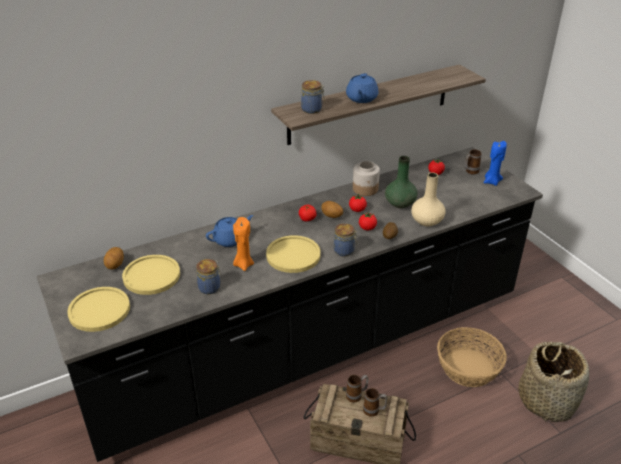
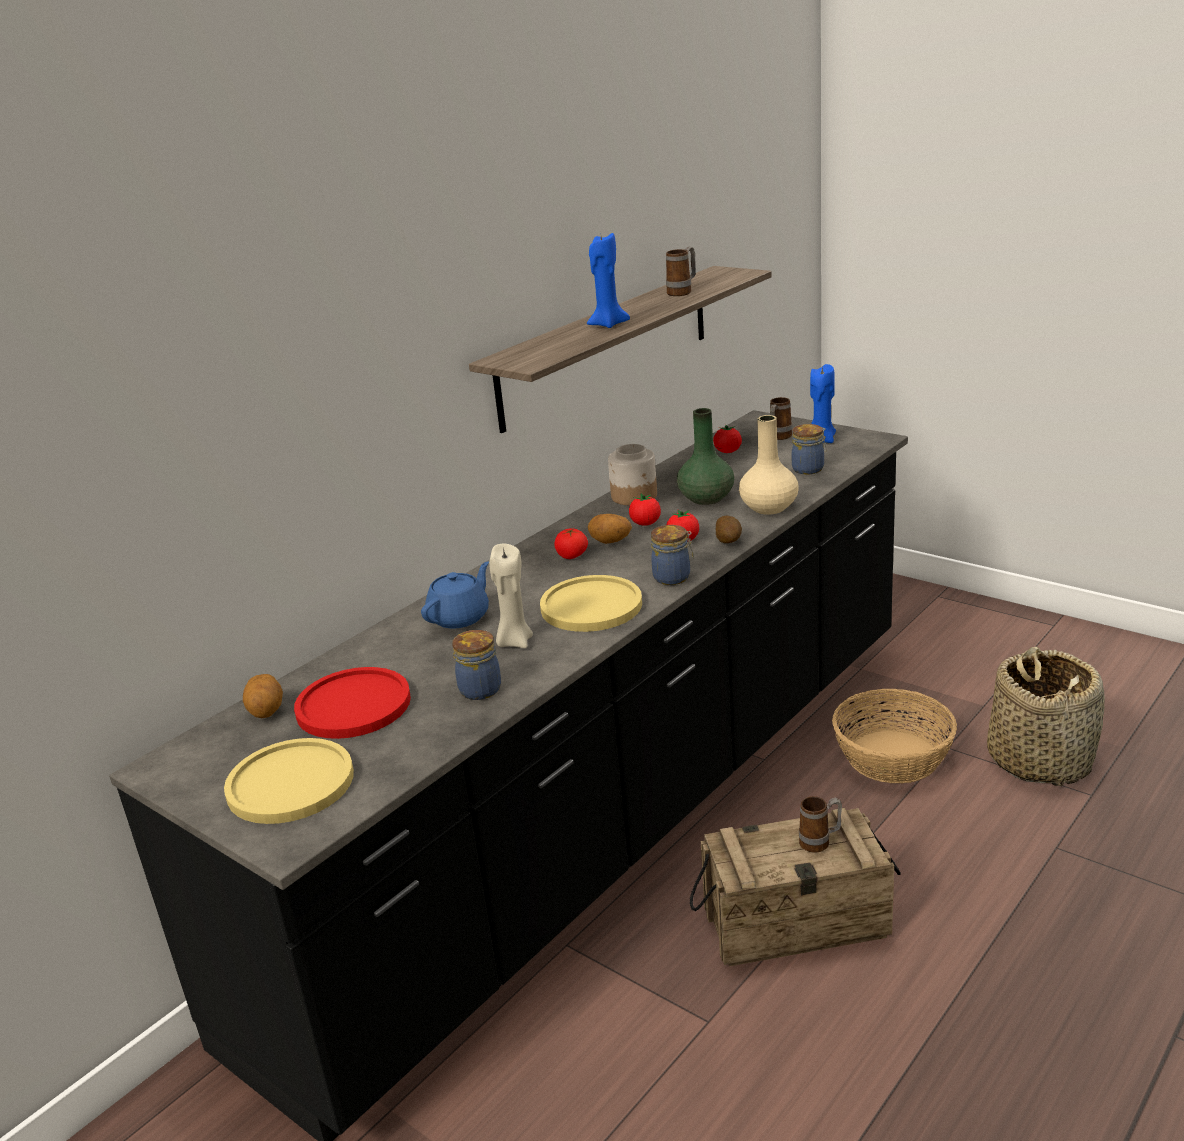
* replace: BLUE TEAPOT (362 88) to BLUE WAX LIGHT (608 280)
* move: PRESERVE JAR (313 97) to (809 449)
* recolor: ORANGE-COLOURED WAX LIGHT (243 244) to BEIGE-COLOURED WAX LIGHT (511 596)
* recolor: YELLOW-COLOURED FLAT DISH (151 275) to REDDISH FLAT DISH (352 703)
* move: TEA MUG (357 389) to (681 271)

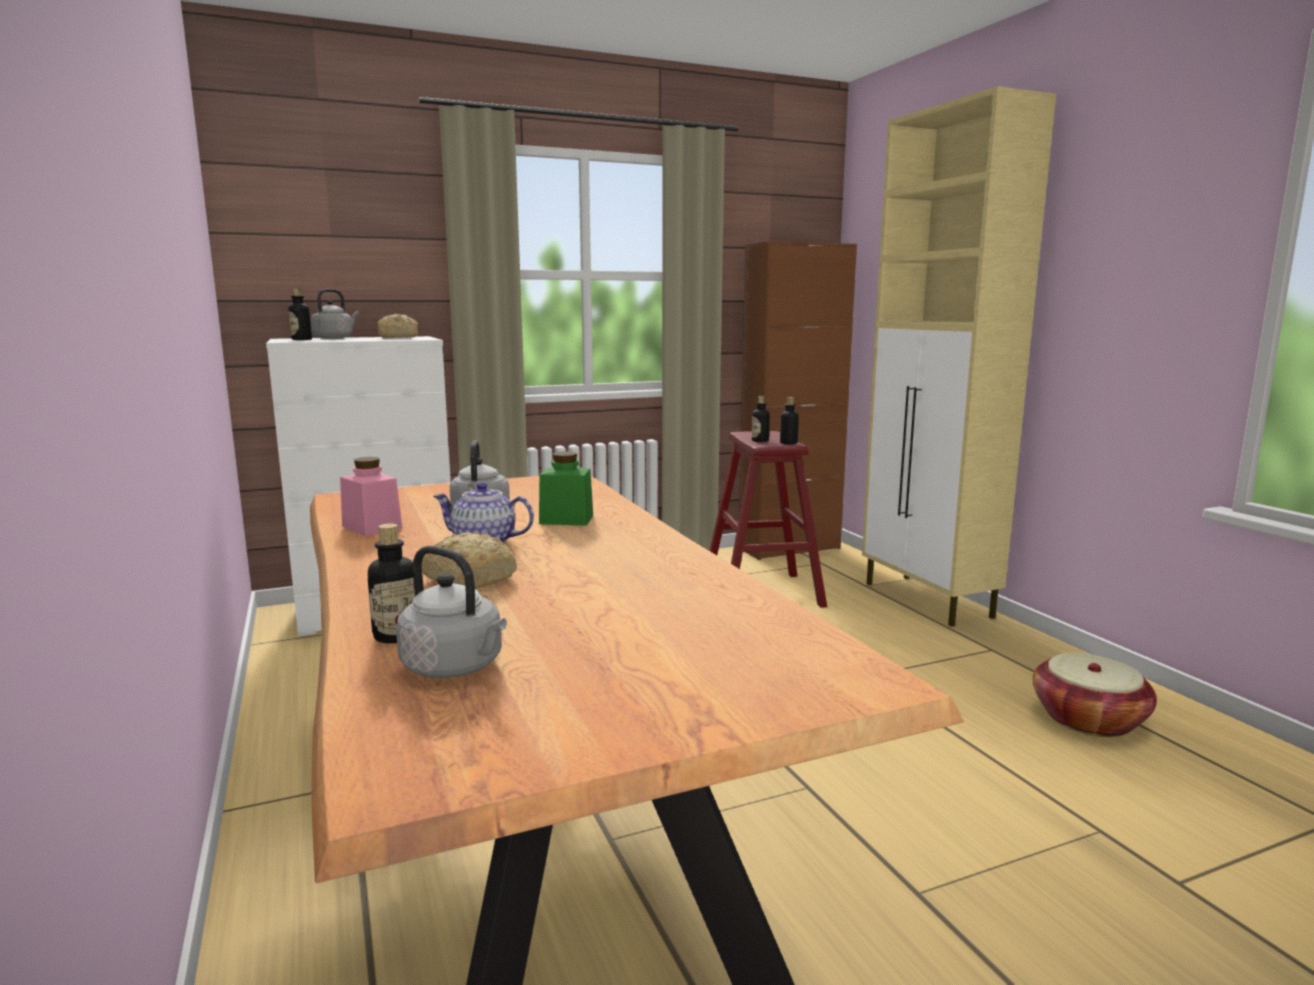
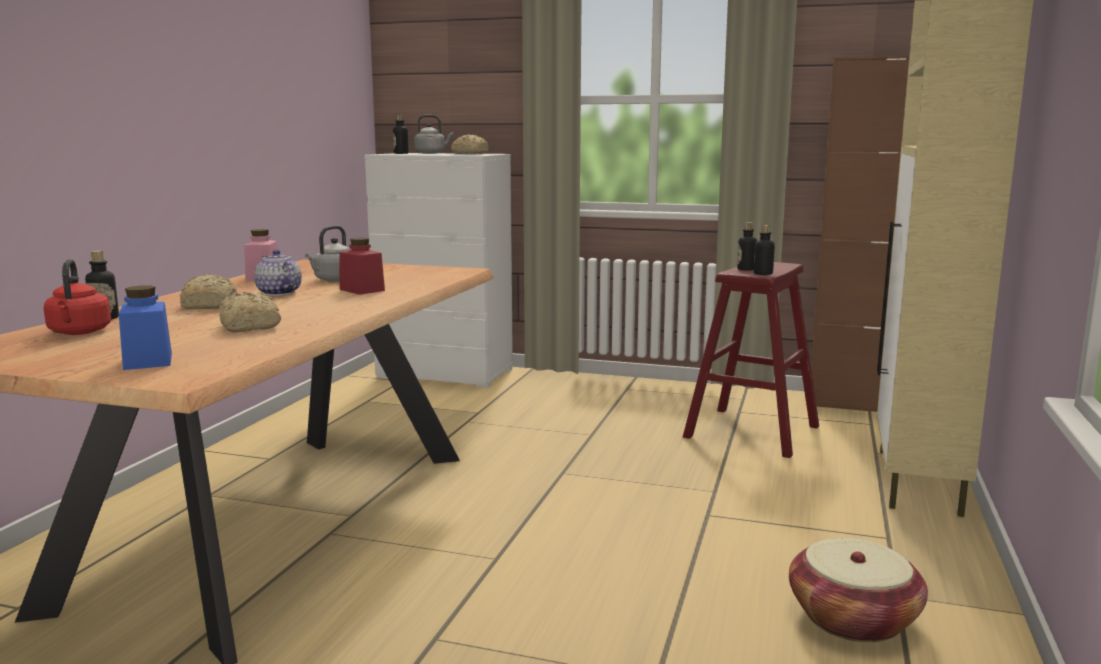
* recolor: GREEN PRESERVE JAR (566 488) to REDDISH PRESERVE JAR (362 266)
* recolor: GRAY WATER KETTLE (451 612) to REDDISH WATER KETTLE (77 297)
* insert: BLUE PRESERVE JAR (145 328)
* insert: BREAD (250 312)

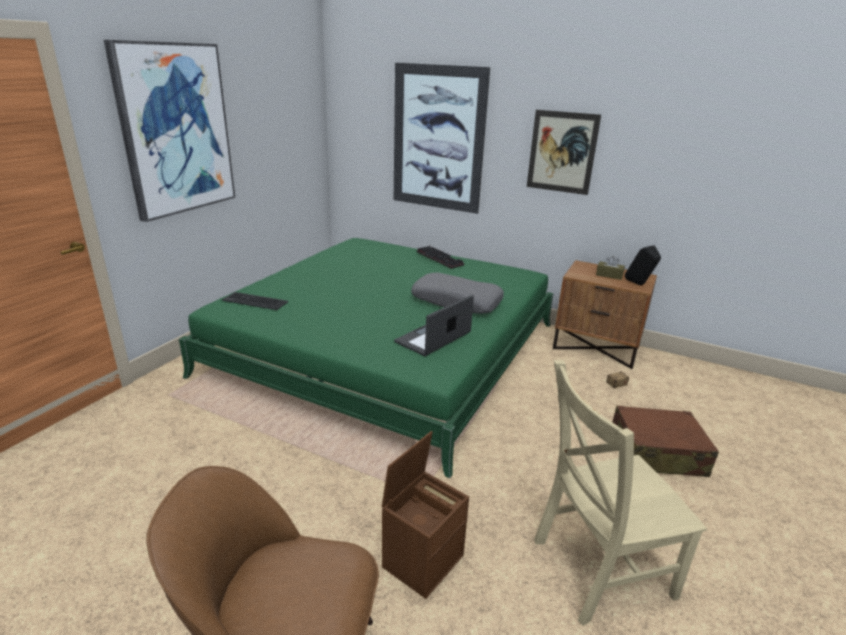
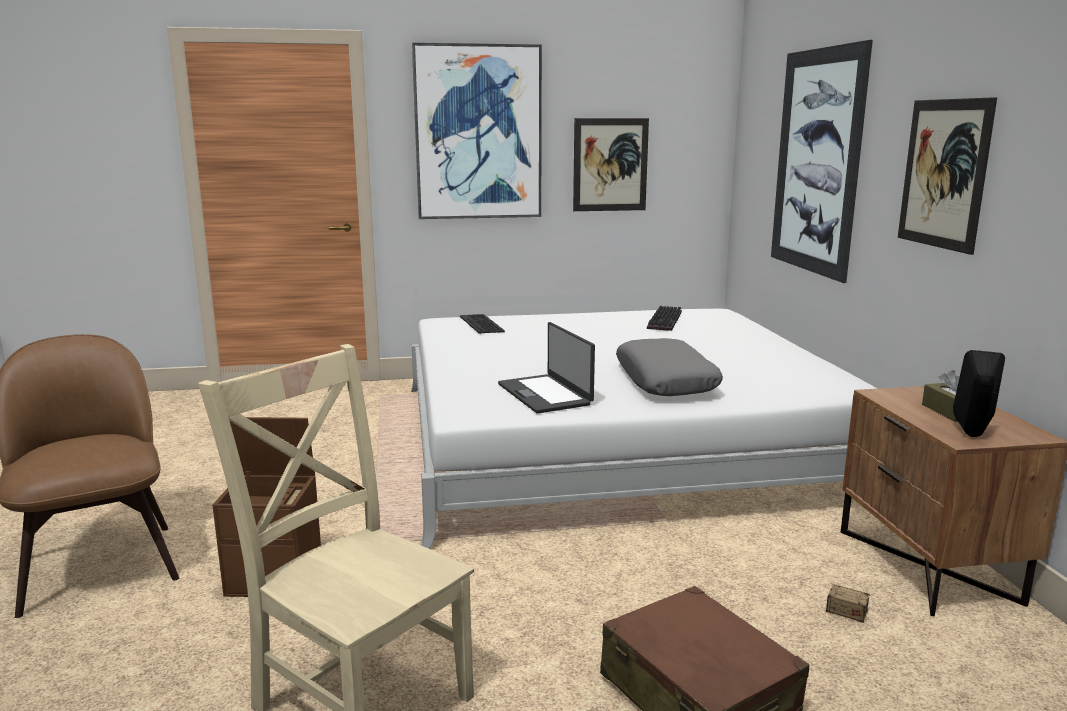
* recolor: GREEN SLEEPING BED (366 358) to WHITE-COLOURED SLEEPING BED (644 429)
* move: COMPUTER KEYBOARD (440 257) to (664 318)
* rotate: PORTABLE COMPUTER (434 325) = (546 368) 120 degrees counterclockwise
* insert: PICTURE (611 164)

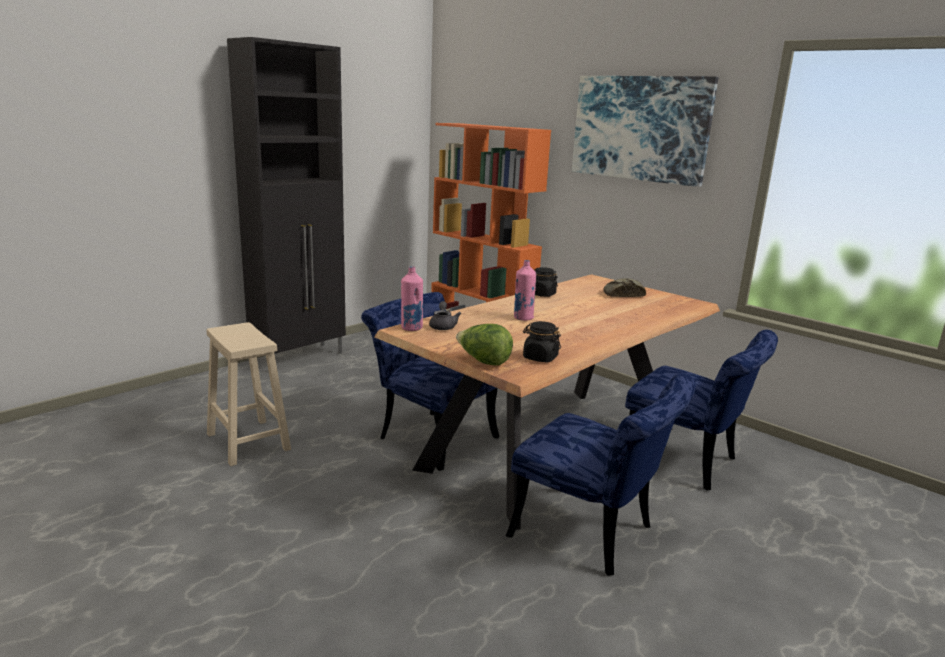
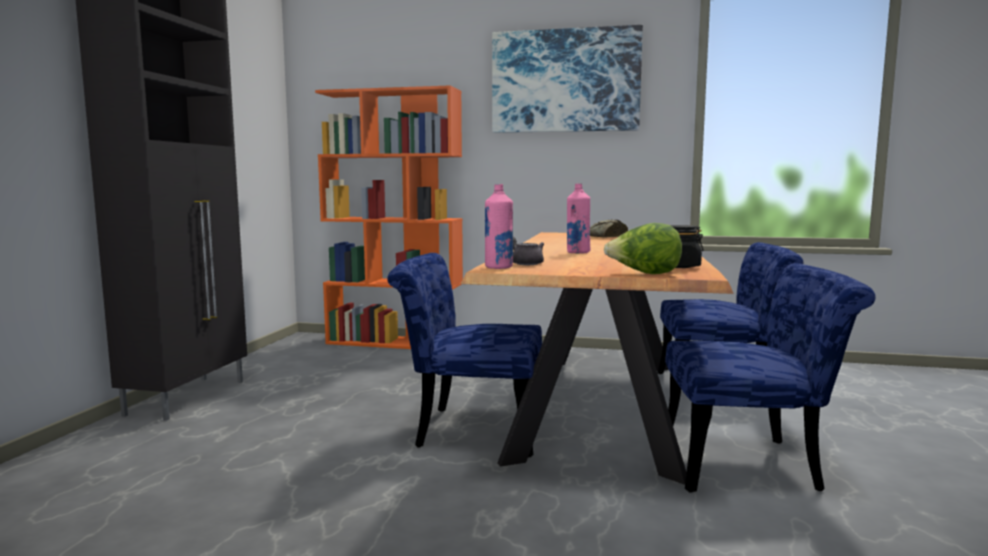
* delete: BLACKISH PRESERVE JAR (546 282)
* delete: BEIGE-COLOURED STOOL SEAT (248 394)

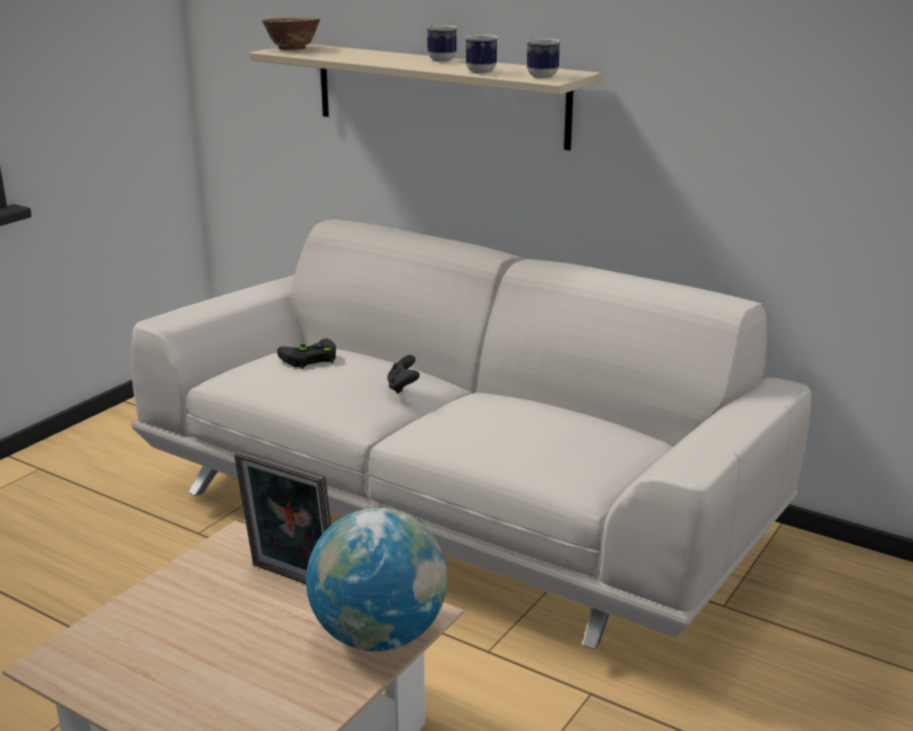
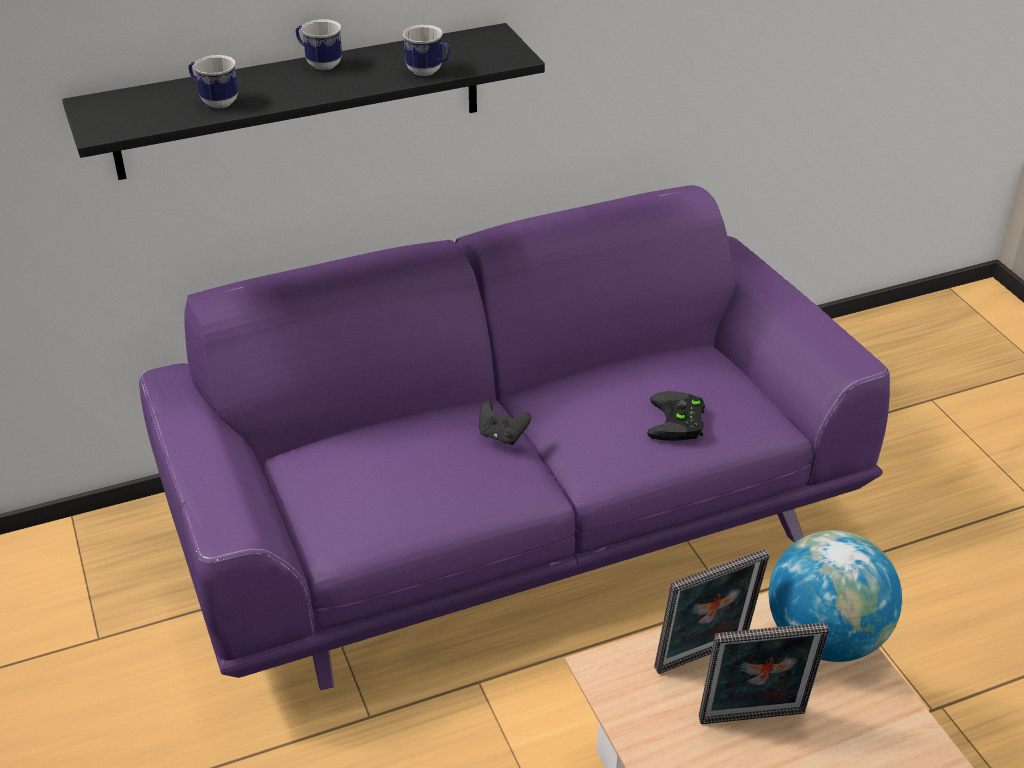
* delete: BOWL (291 34)
* move: TEA MUG (543 58) to (213 81)
* recolor: BEIGE-COLOURED SHELF (425 97) to BLACKISH SHELF (303 101)
* recolor: WHITE-COLOURED SETTEE (471 434) to PURPLE-COLOURED SETTEE (514 437)
* move: BLACKISH GAME CONTROLLER (306 353) to (676 416)
* insert: STANDING FRAME (764 673)

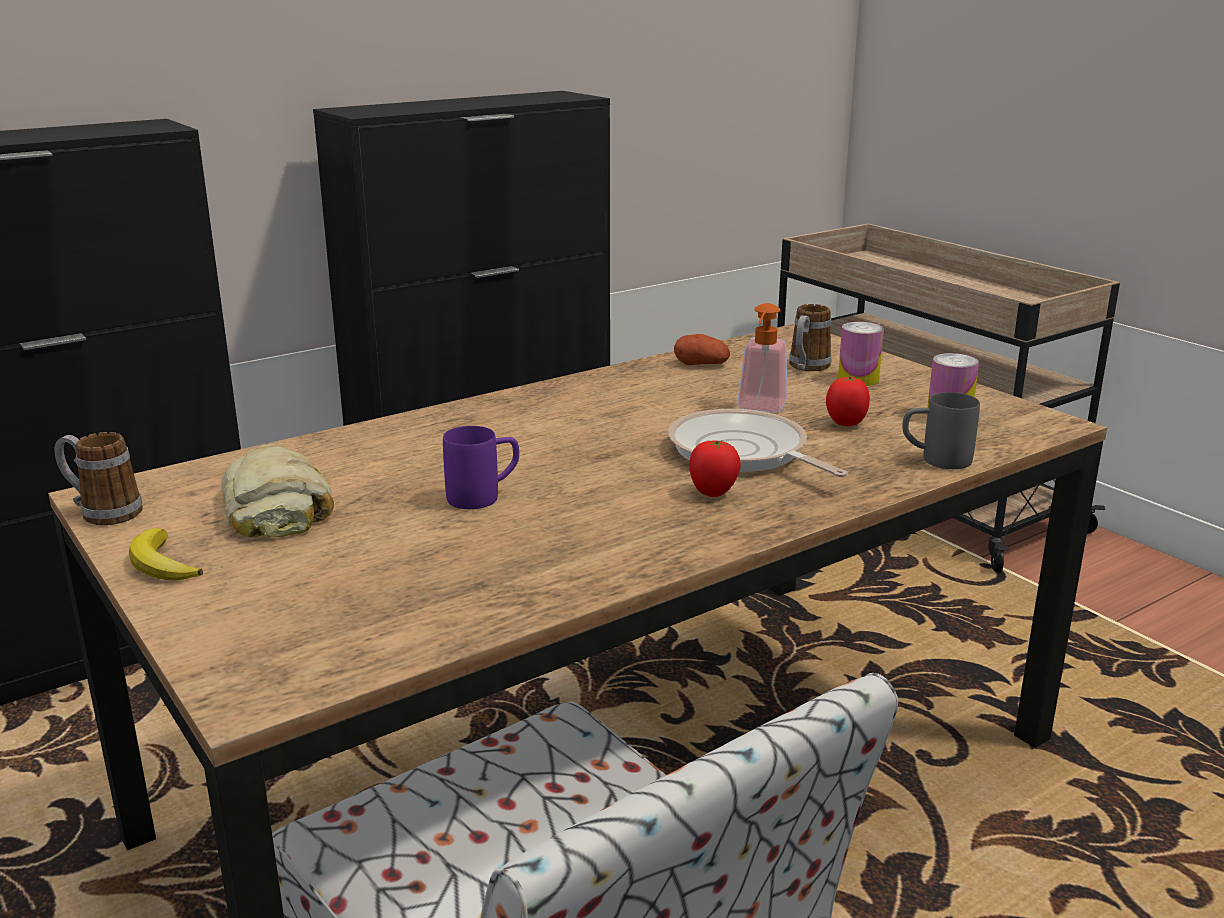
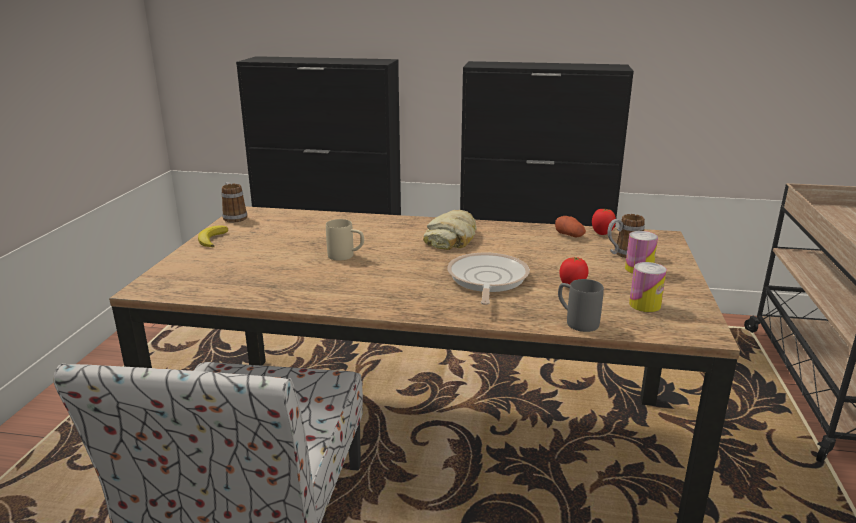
* delete: SOAP BOTTLE (762 358)
* recolor: PURPLE-COLOURED TEA MUG (481 467) to BEIGE-COLOURED TEA MUG (345 240)
* move: TOMATO (715 468) to (604 222)
* move: BREAD (278 491) to (450 230)

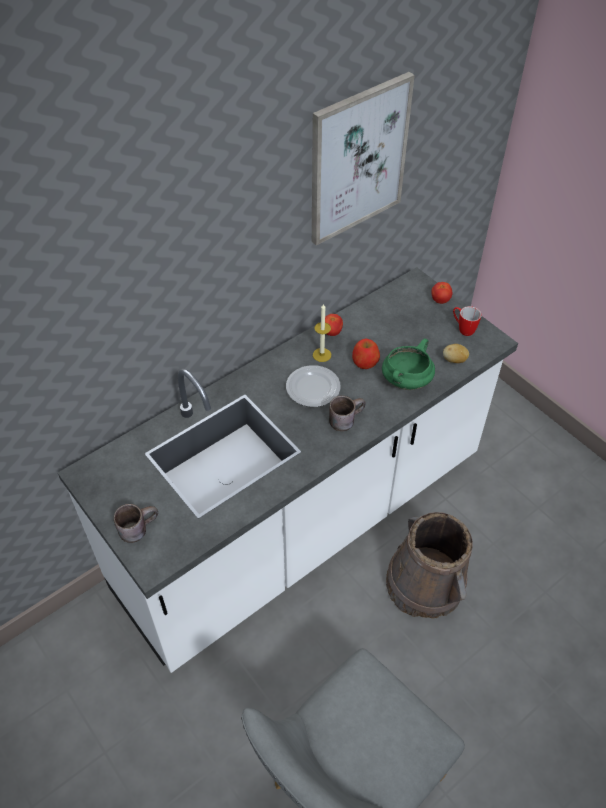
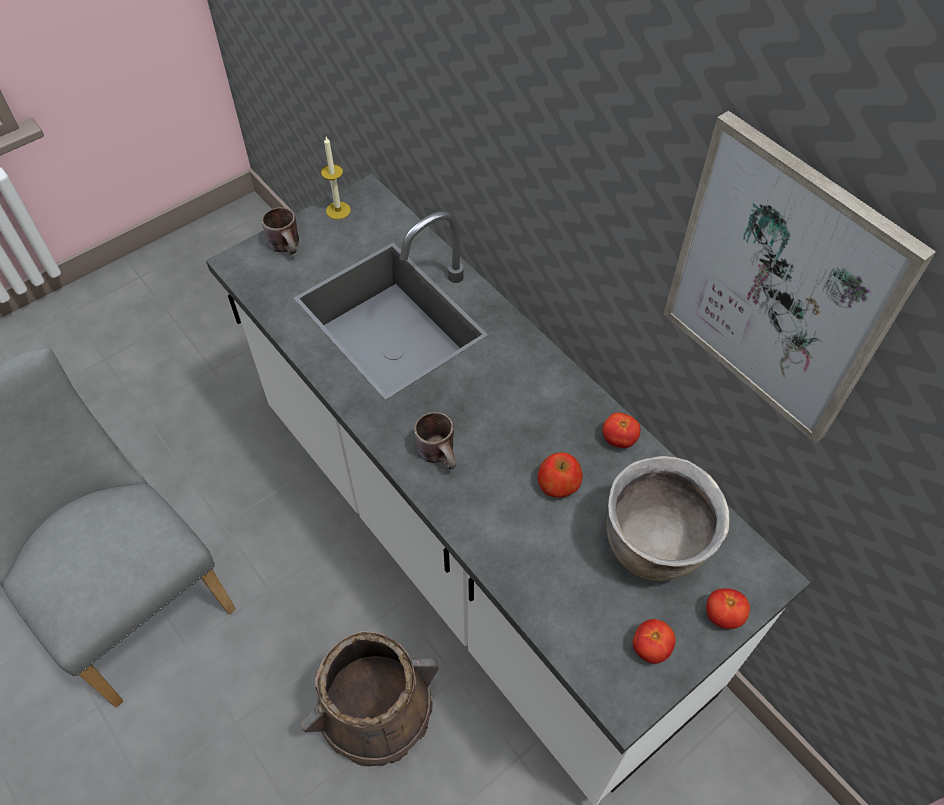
* move: WAX LIGHT (322 332) to (336 178)
* replace: TEA MUG (467 321) to TOMATO (654 641)
* delete: GREEN COOKING POT (408 364)
* delete: SPUD (456 353)
* delete: FLAT DISH (313 386)
* insert: BROWNISH COOKING POT (668 518)

